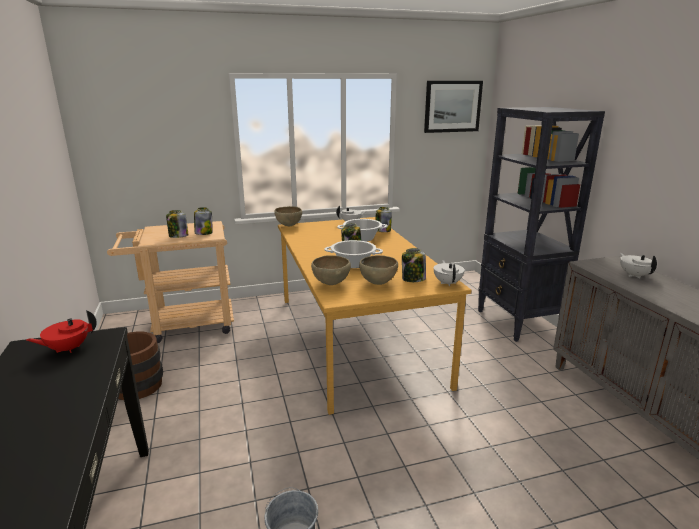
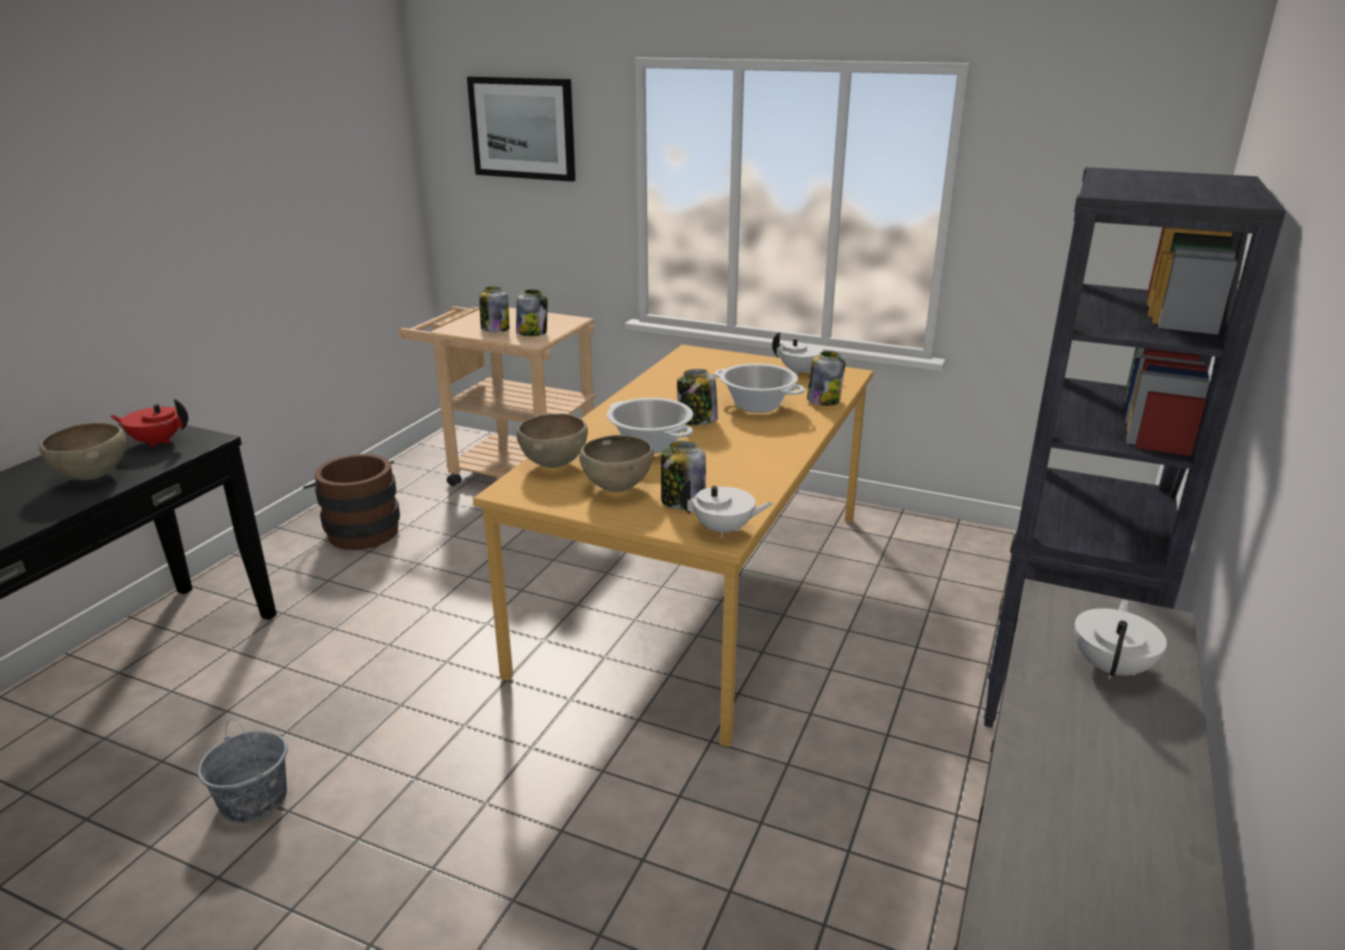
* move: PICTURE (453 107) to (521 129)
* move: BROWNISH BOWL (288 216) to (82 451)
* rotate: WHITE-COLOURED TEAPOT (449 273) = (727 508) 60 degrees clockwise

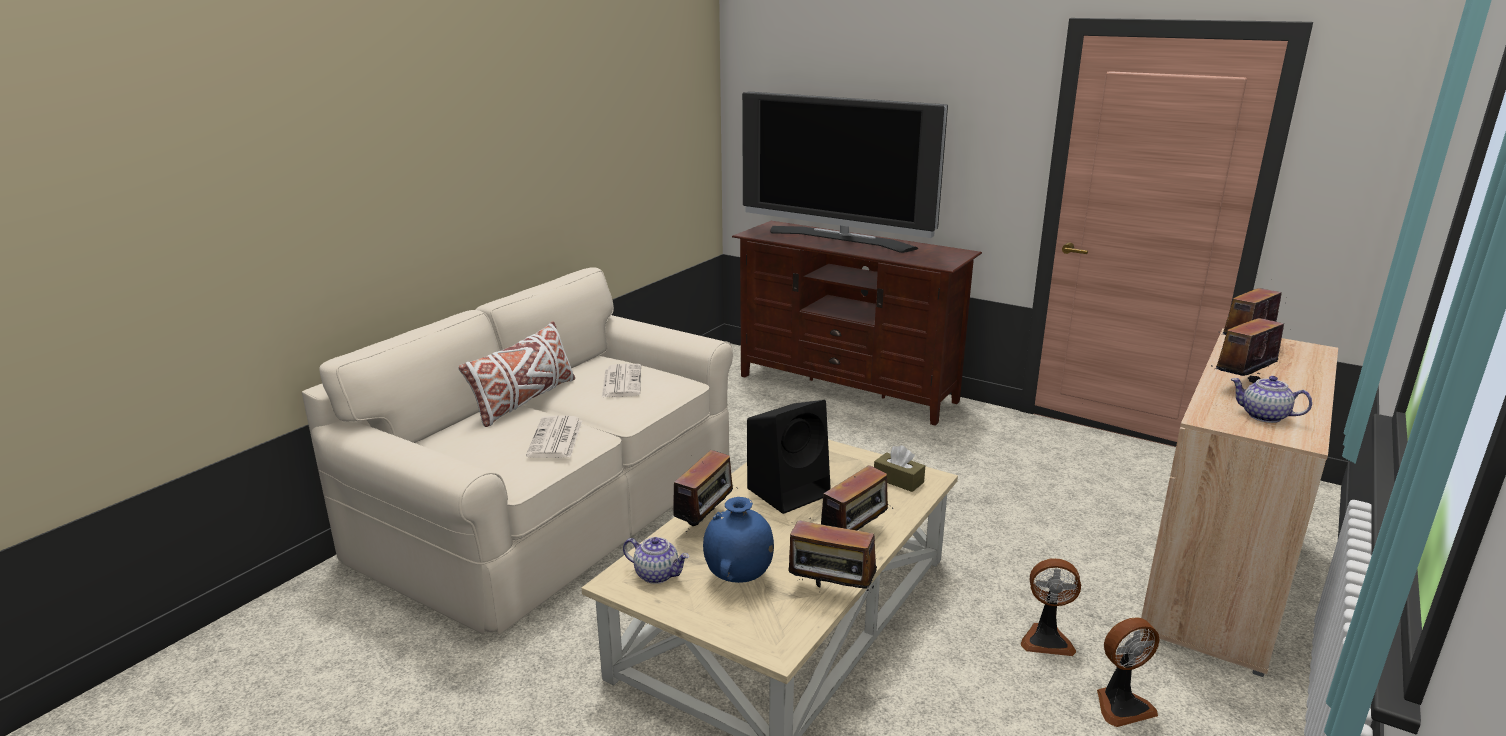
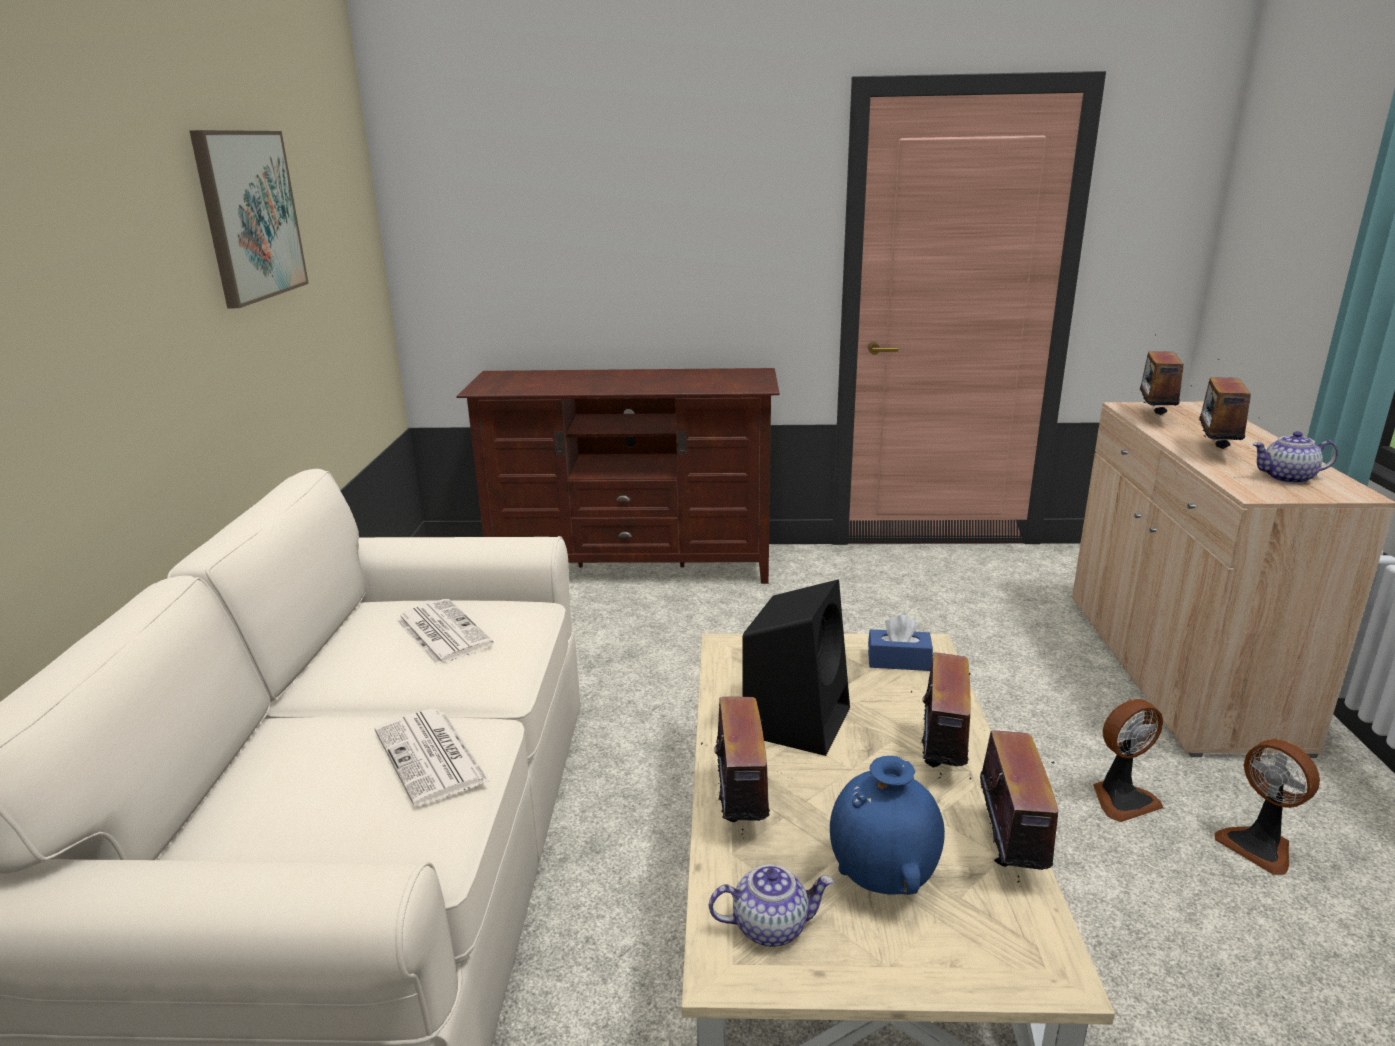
* delete: TV SET (845 172)
* delete: WHITE-COLOURED CUSHION (516 374)
* recolor: BROWNISH TISSUE HOLDER (899 468) to BLUE TISSUE HOLDER (900 643)
* rotate: RADIO SET (832 554) = (1020 806) 75 degrees counterclockwise
* rotate: FAN (1128 672) = (1267 807) 105 degrees clockwise
* insert: PICTURE (249 219)

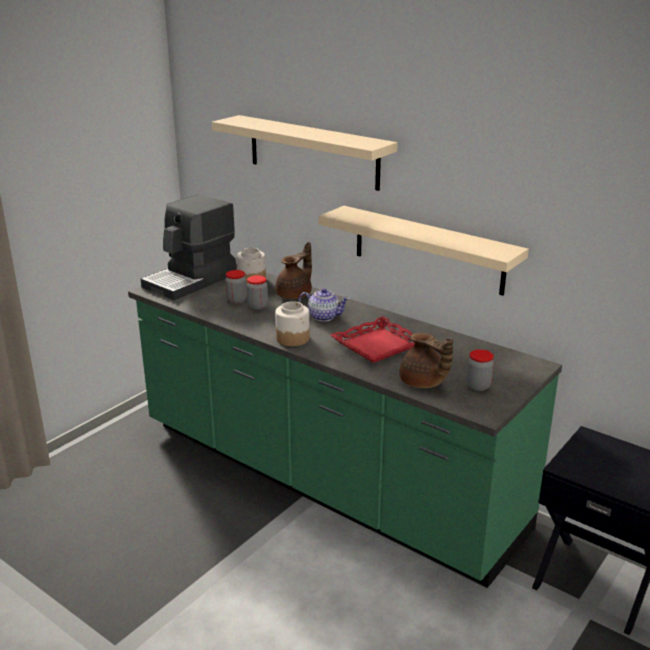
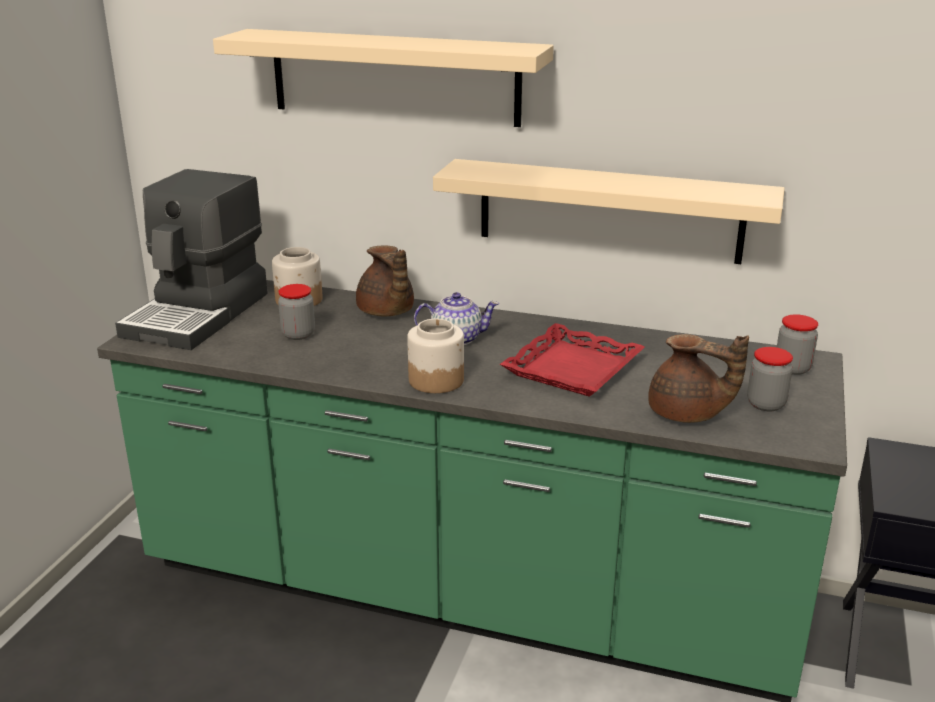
* rotate: BROWNISH TEAPOT (294 270) = (385 281) 135 degrees clockwise
* move: PRESERVE JAR (257 292) to (797 344)

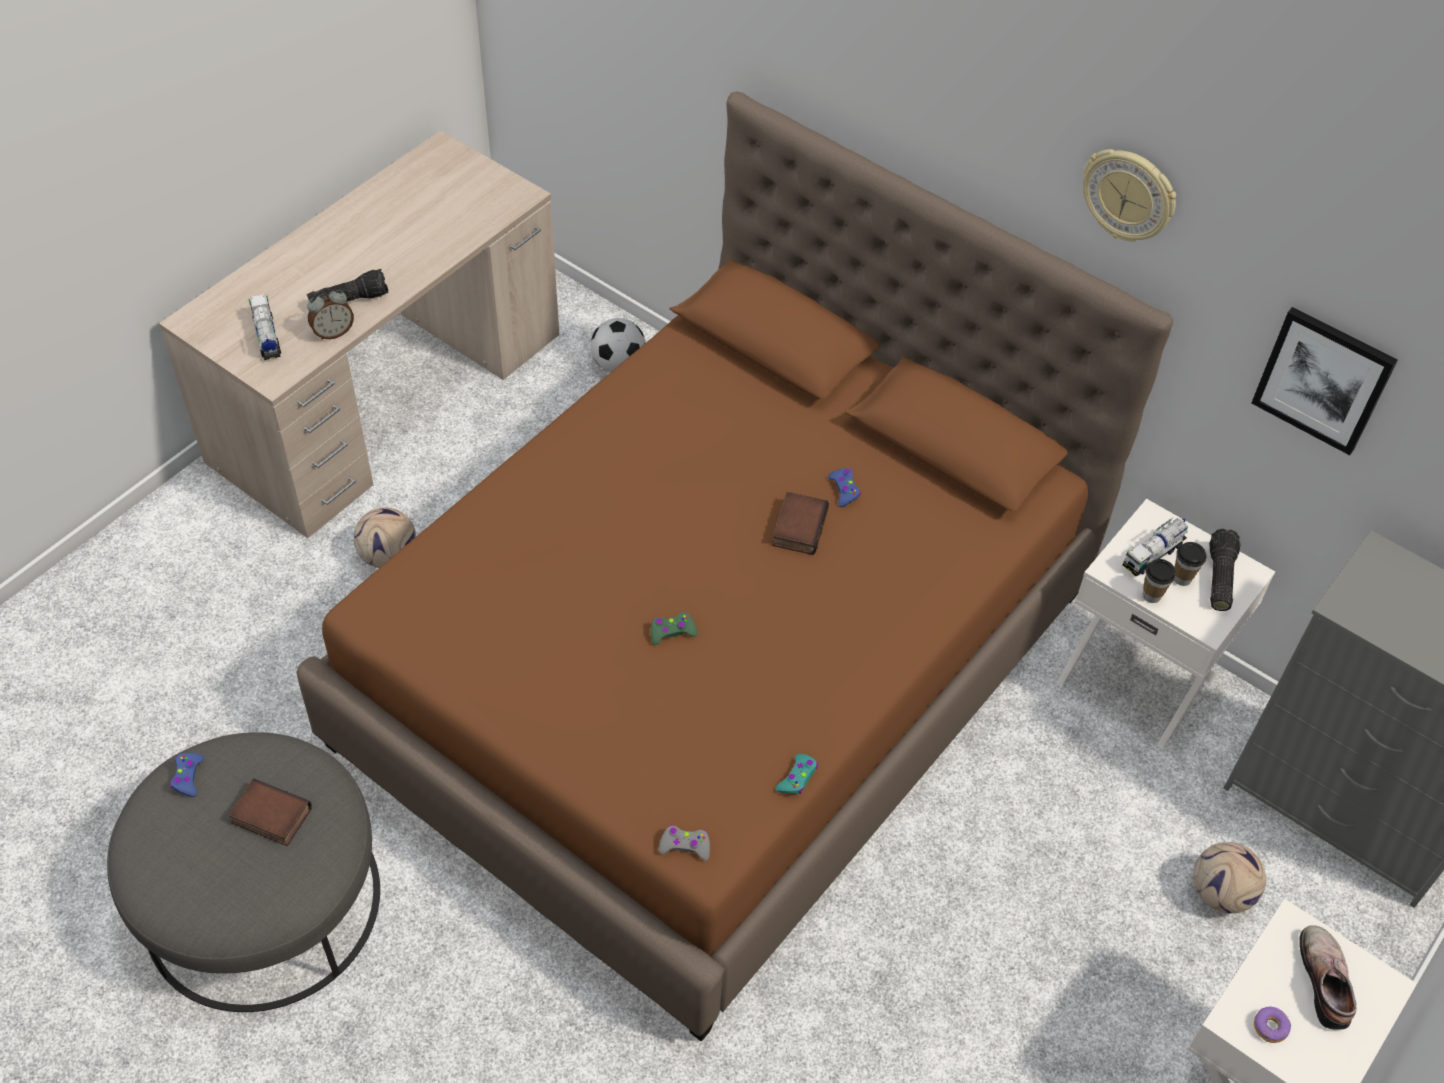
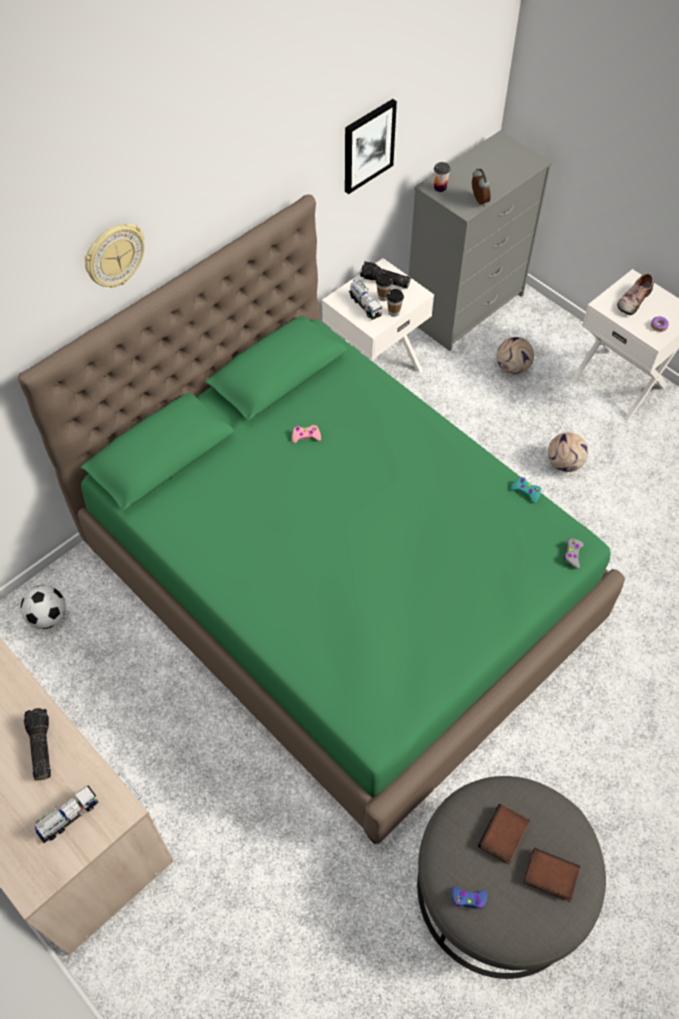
* recolor: BROWNISH SLEEPING BED (734 566) to GREEN SLEEPING BED (321 519)
* move: HANGING CLOCK (1129 195) to (115 255)
* move: ALARM CLOCK (330 313) to (481 187)
* rotate: TOY LORRY (264 327) = (67 814) 150 degrees clockwise
* recolor: BLUE GAME CONTROLLER (844 487) to PINK GAME CONTROLLER (306 434)
* move: BOUND BOOK (800 523) to (552 875)
* move: FOOTBALL BALL (385 538) to (568 452)
* delete: GREEN GAME CONTROLLER (674 628)
* rotate: ITEM OF FOOTWEAR (1328 977) = (635 294) 60 degrees counterclockwise
* insert: DRINKING CUP (442 177)

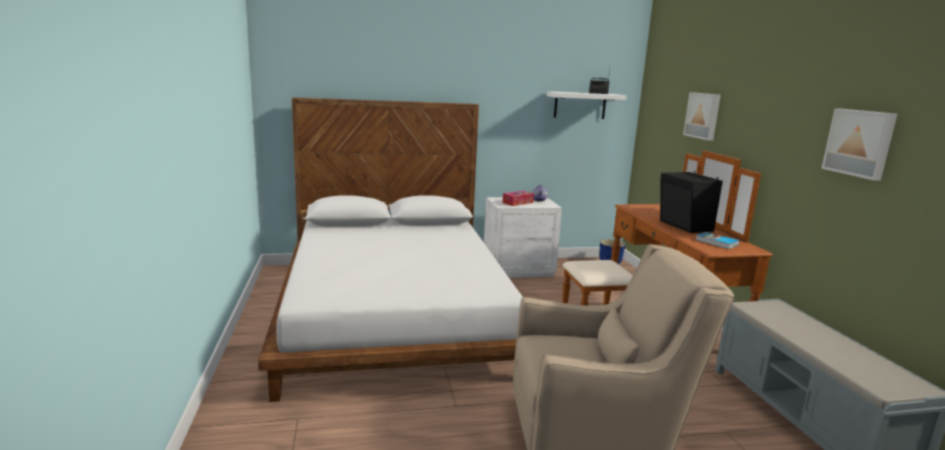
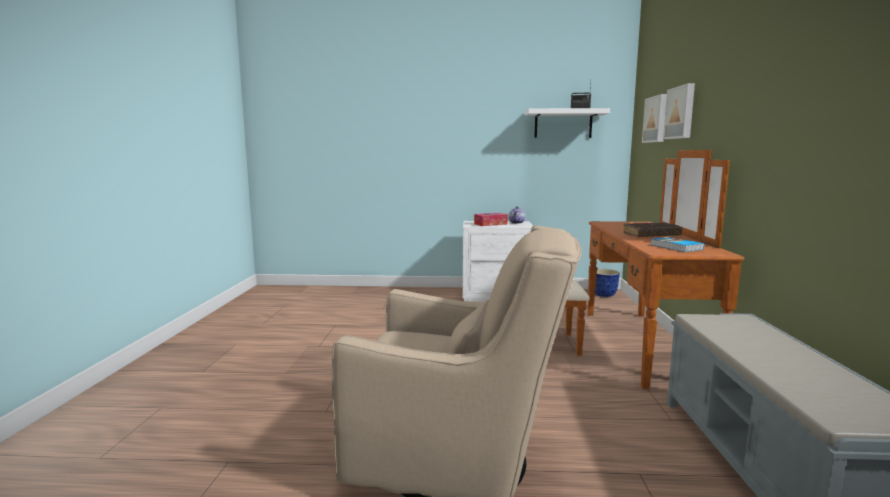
* delete: WHITE-COLOURED SLEEPING BED (390 249)
* move: PICTURE (859 144) to (654 118)
* replace: BLACKISH SPEAKER (691 202) to BROWNISH BOUND BOOK (652 229)

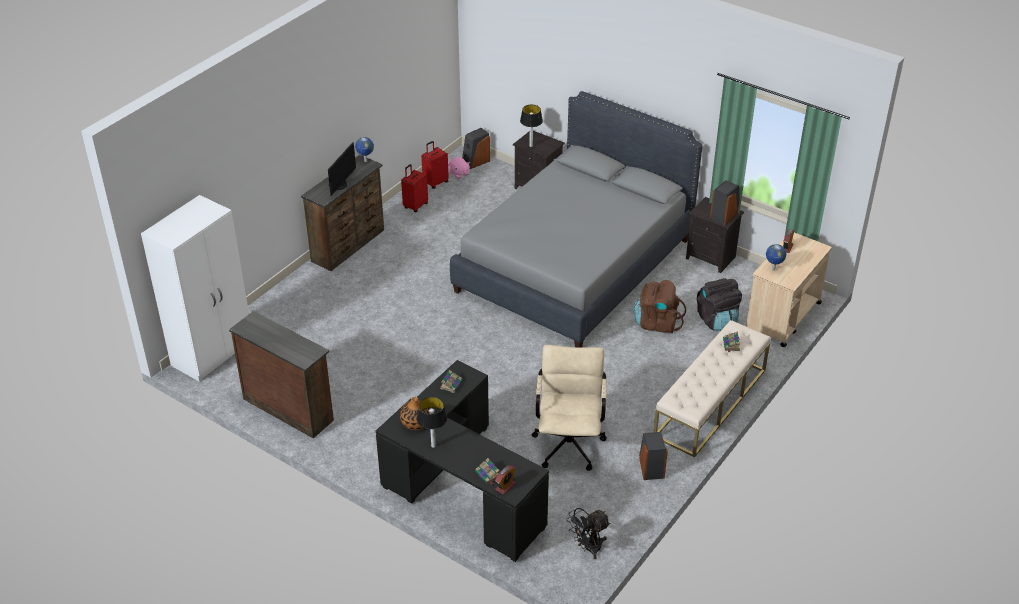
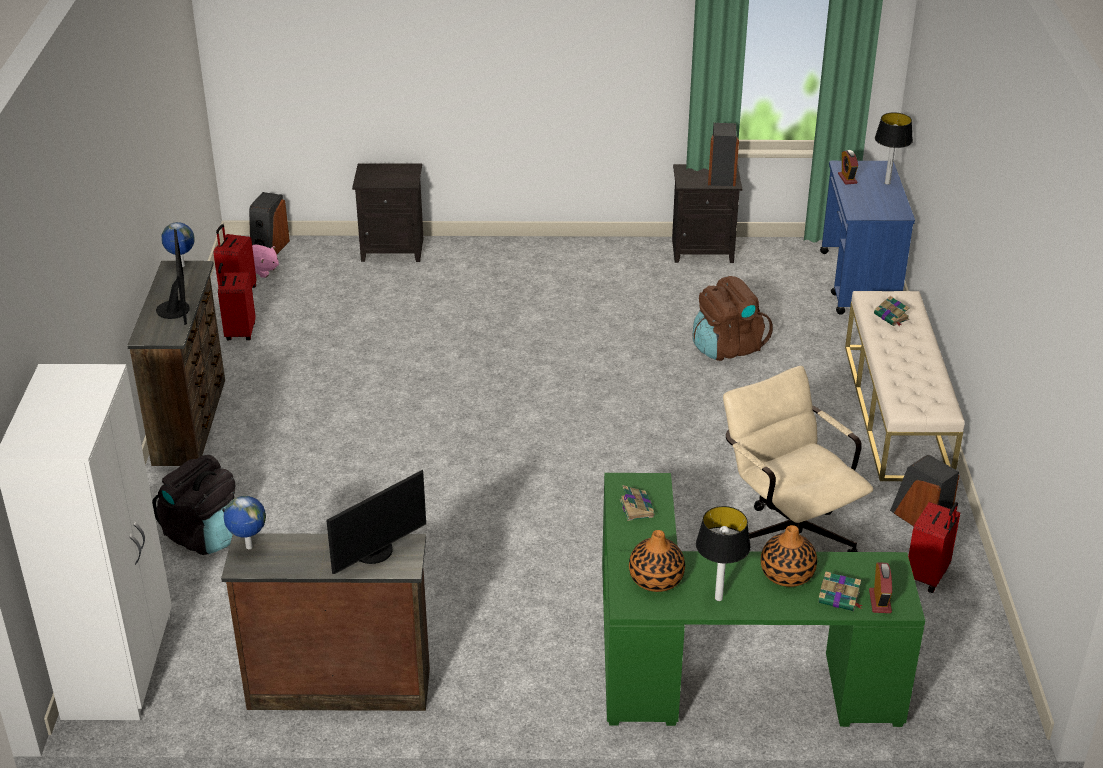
* delete: GRAY SLEEPING BED (576 219)
* move: LAMP FOR A TABLE (531 126) to (894 148)
* recolor: BEIGE-COLOURED TROLLEY (789 289) to BLUE TROLLEY (867 238)
* move: DESK GLOBE (776 257) to (244 522)
* move: BLACKISH KNAPSACK (719 304) to (194 505)
* recolor: BLACKISH DESK TABLE (462 461) to GREEN DESK TABLE (763 600)
* delete: BLACKISH FAN (589 533)
* insert: COMPUTER DISPLAY (376 522)
* insert: REDDISH SUITCASE (934 547)
* insert: VASE (789 556)

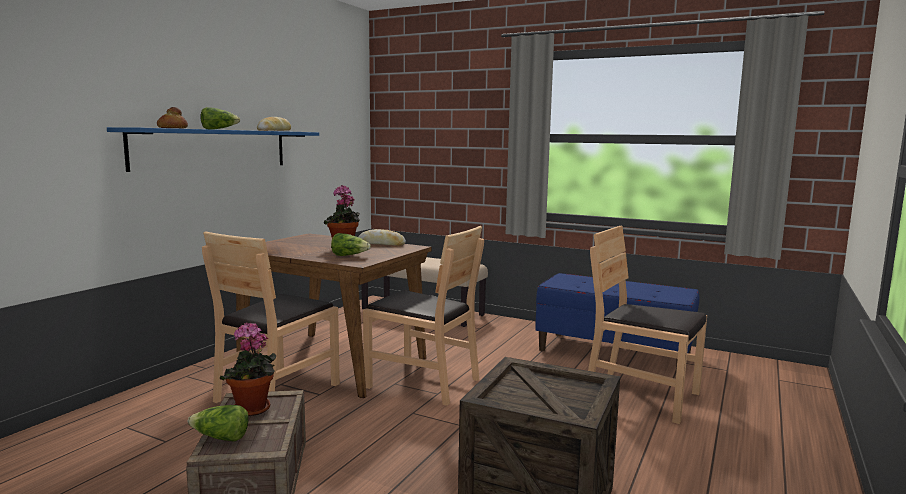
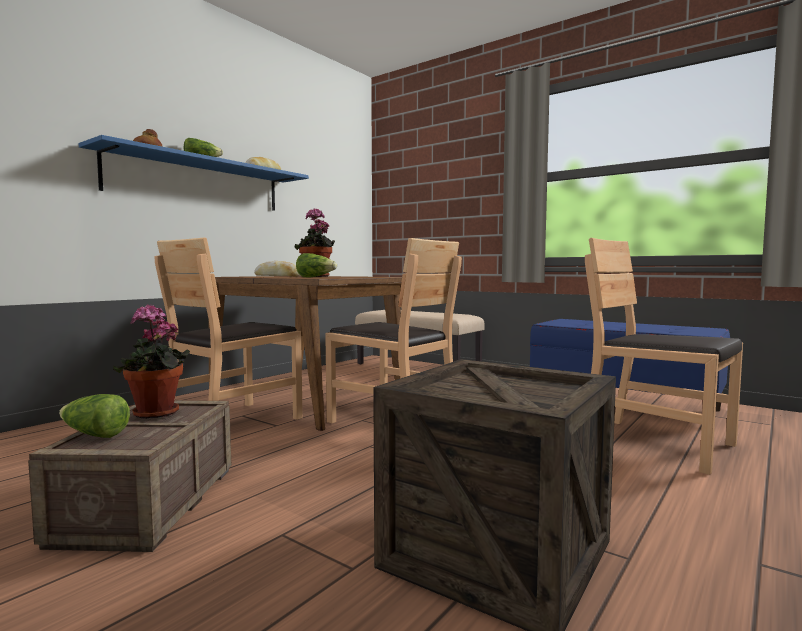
* move: BREAD (382 237) to (277 269)

